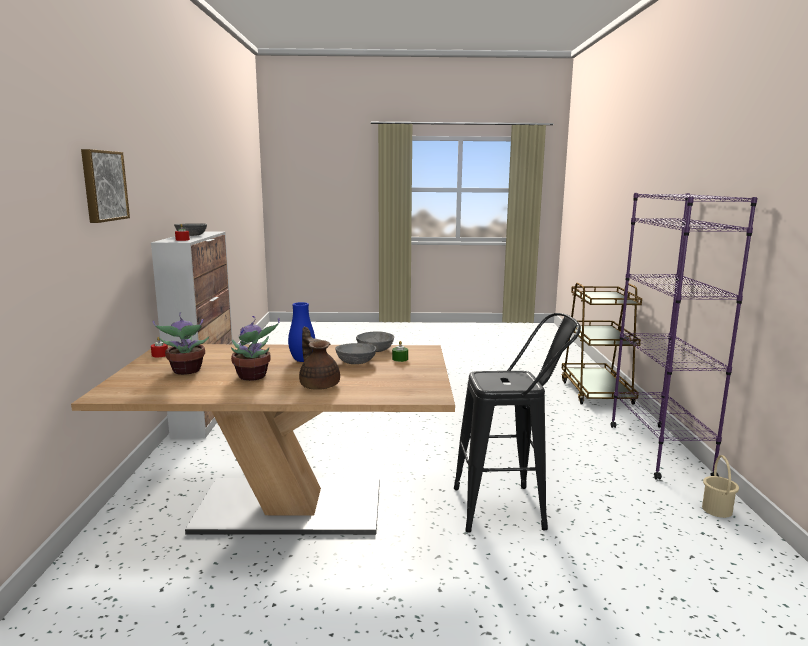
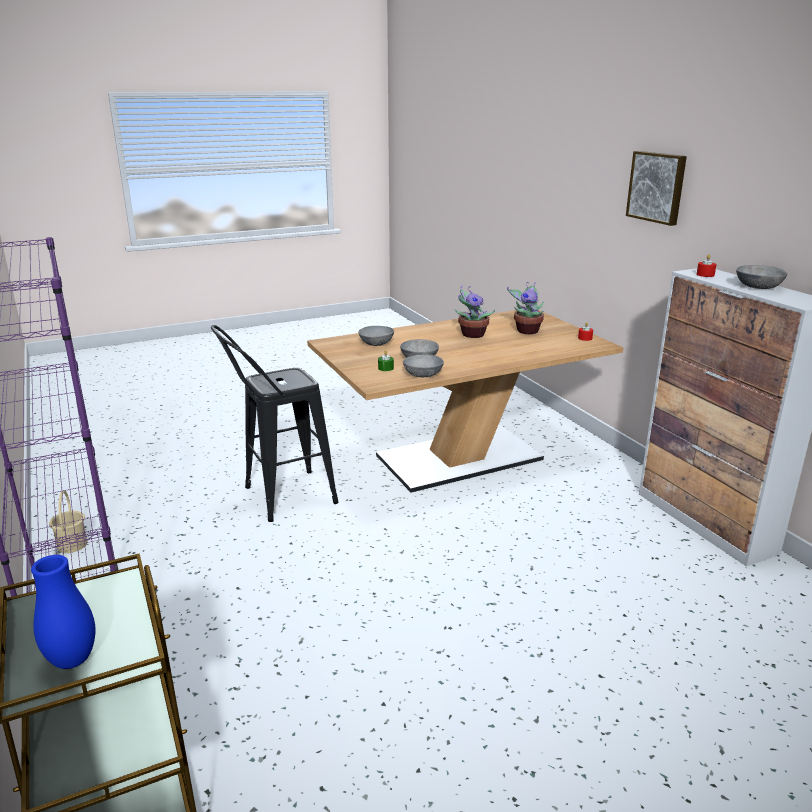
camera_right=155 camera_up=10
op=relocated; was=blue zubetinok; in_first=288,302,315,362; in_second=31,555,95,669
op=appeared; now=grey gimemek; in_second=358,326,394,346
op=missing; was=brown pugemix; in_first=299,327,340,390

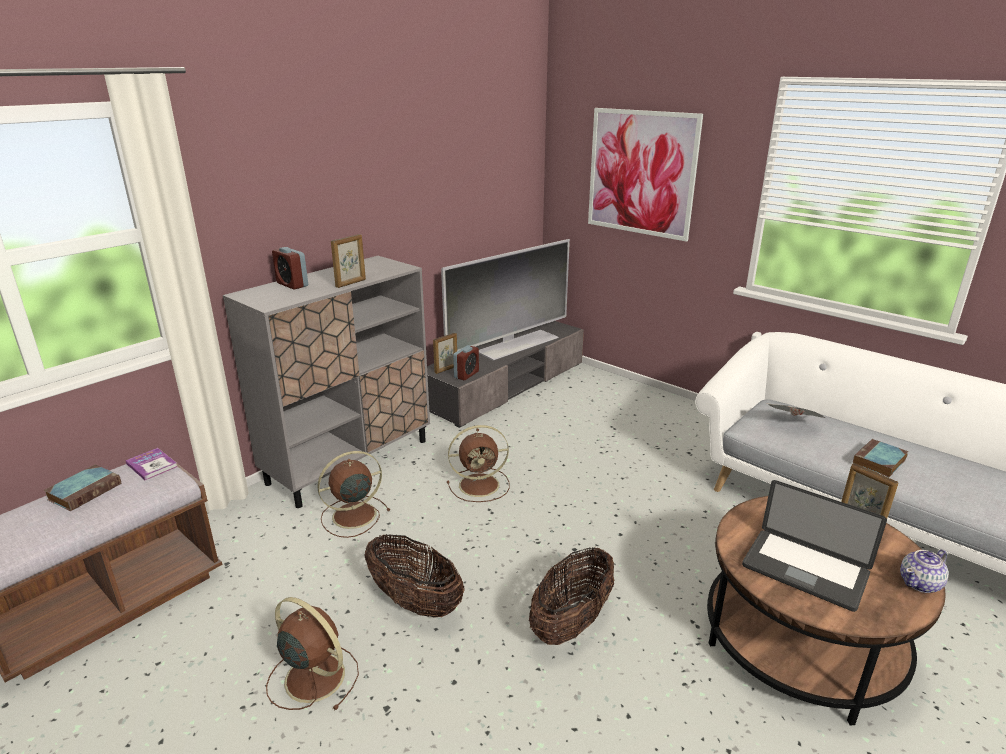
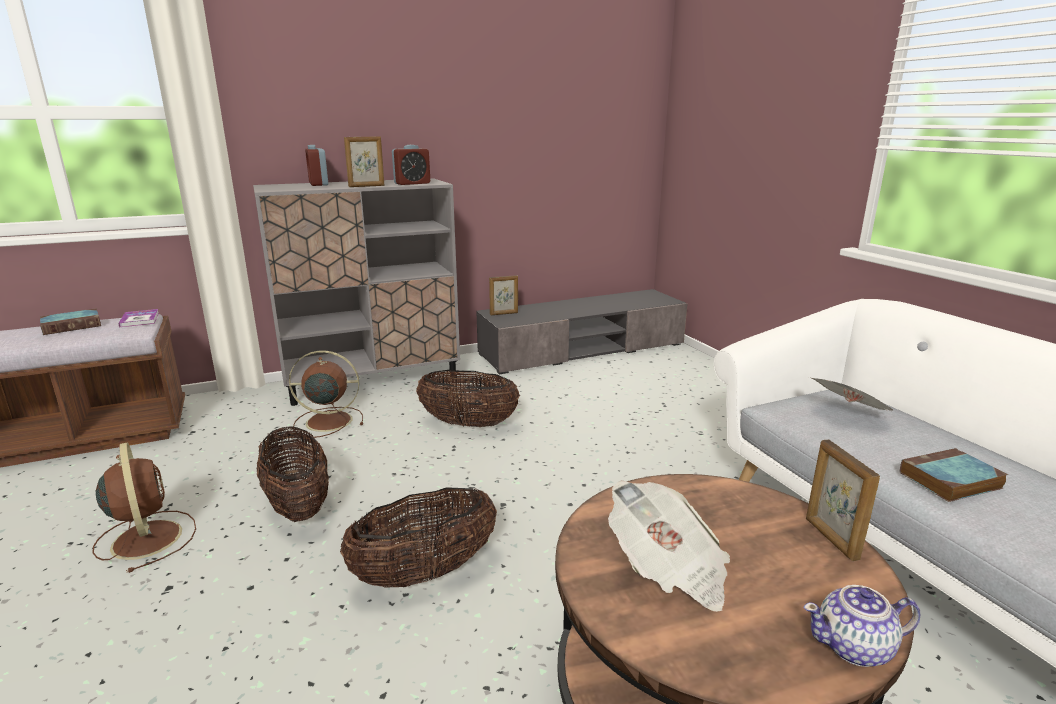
camera_right=25 camera_up=-5
op=relocated; was=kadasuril; in_first=453,345,479,380; in_second=392,145,430,185
op=exchanged; was=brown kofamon; now=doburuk; in_first=447,425,510,502; in_second=416,370,520,427
op=exchanged; was=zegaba; now=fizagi; in_first=742,480,887,612; in_second=608,480,730,612
op=missing; was=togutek; in_first=441,239,570,361
op=missing; was=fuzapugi; in_first=588,108,703,242

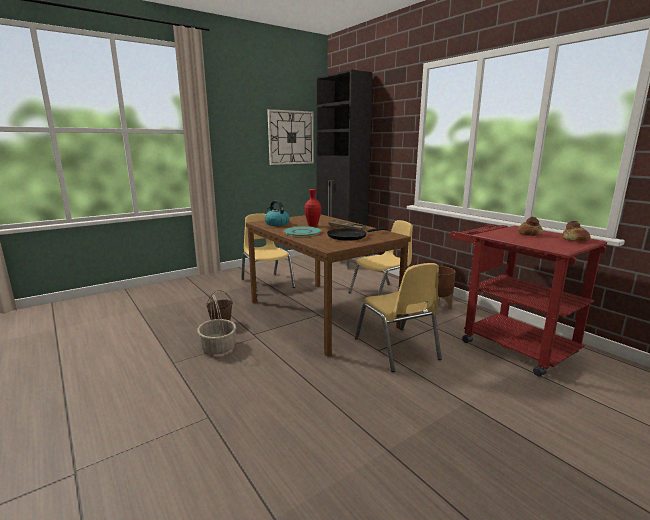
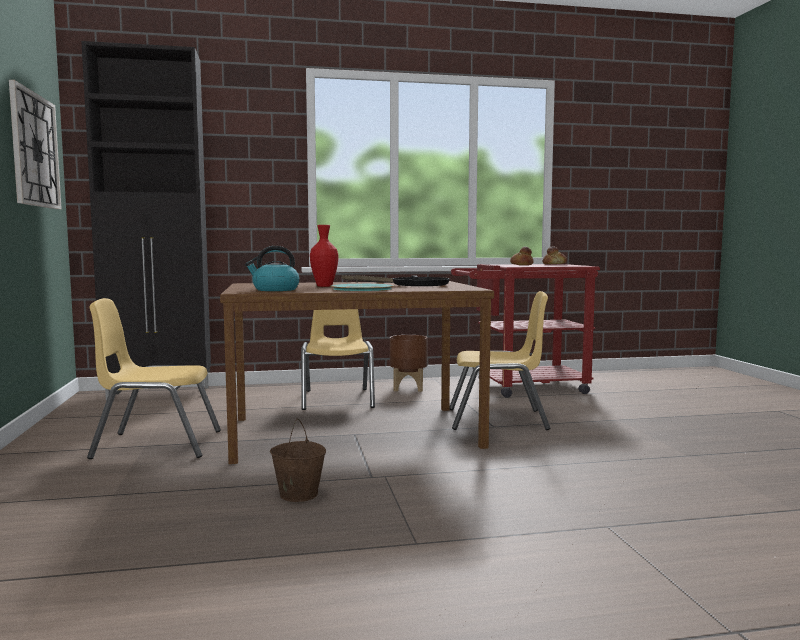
camera_right=-65 camera_up=-10
op=missing; was=doburuk; in_first=197,294,236,355

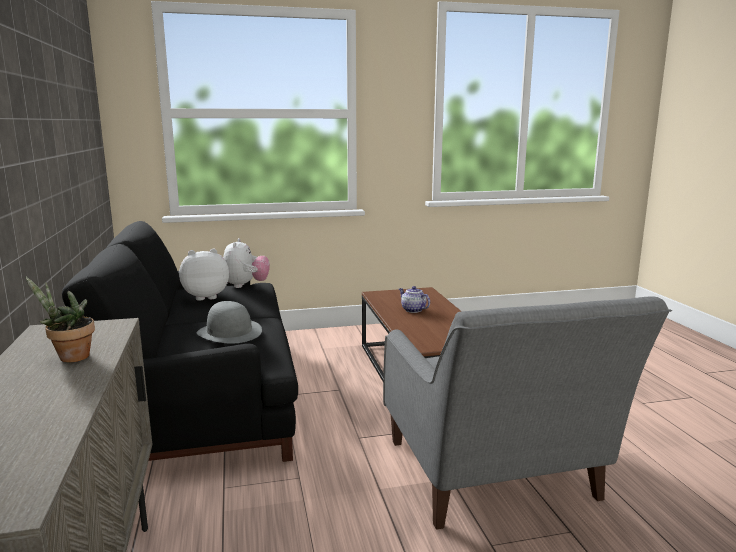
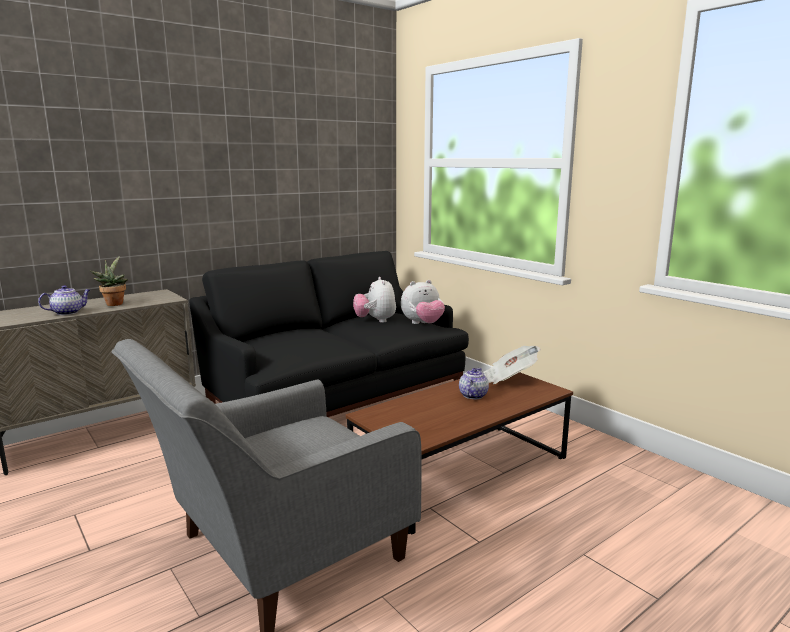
camera_right=65 camera_up=0
op=appeared; now=pugemix; in_second=38,285,91,315
op=spun; was=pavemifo; in_first=179,249,229,301; in_second=353,277,396,323; clockwise=-150
op=appeared; now=fizagi; in_second=483,346,541,384
op=missing; was=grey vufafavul; in_first=197,301,262,343

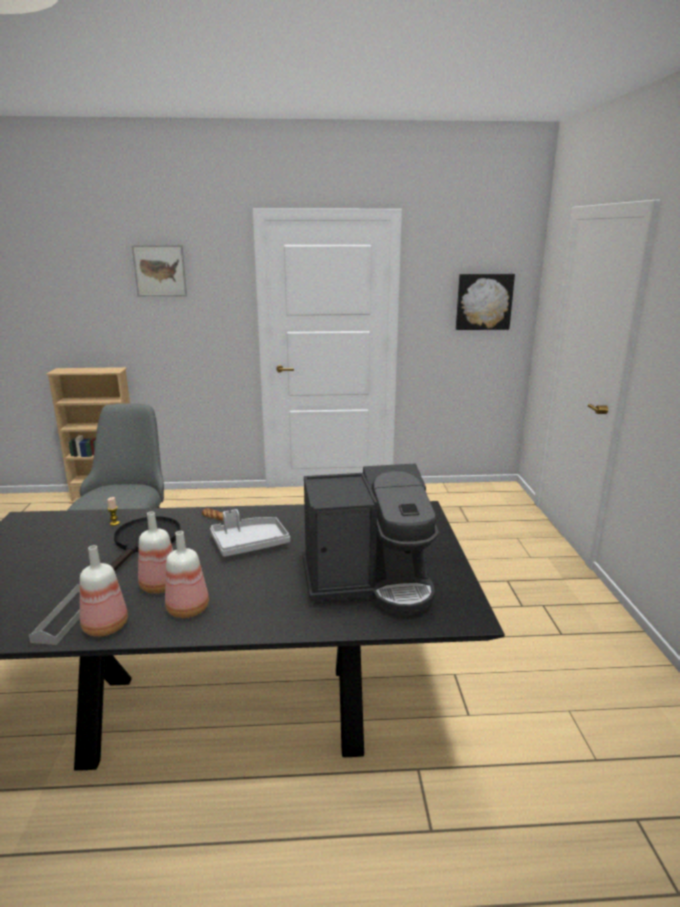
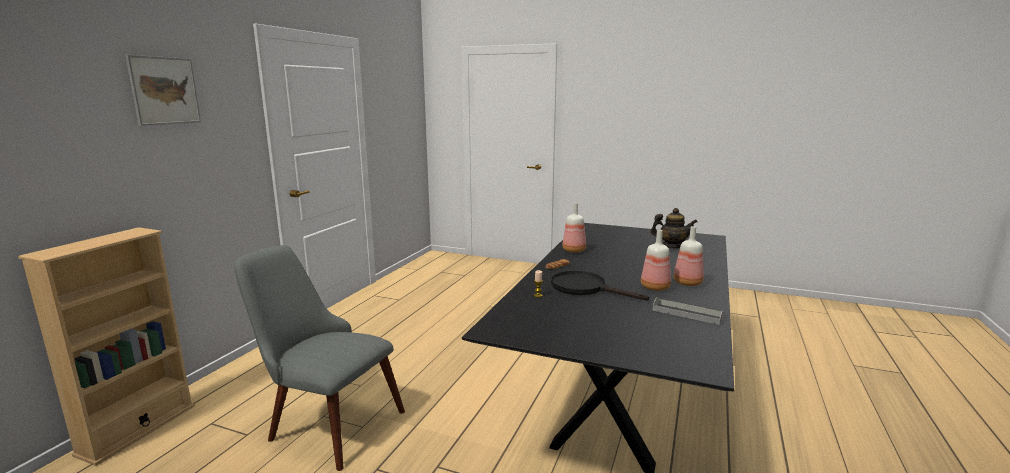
camera_right=-65 camera_up=-5
op=relocated; was=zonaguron; in_first=80,545,128,637; in_second=562,203,586,253
op=exchanged; was=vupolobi; now=pugemix; in_first=302,464,439,616; in_second=651,208,698,248
op=missing; was=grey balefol; in_first=210,509,290,557
op=missing; was=fuzapugi; in_first=456,274,515,330

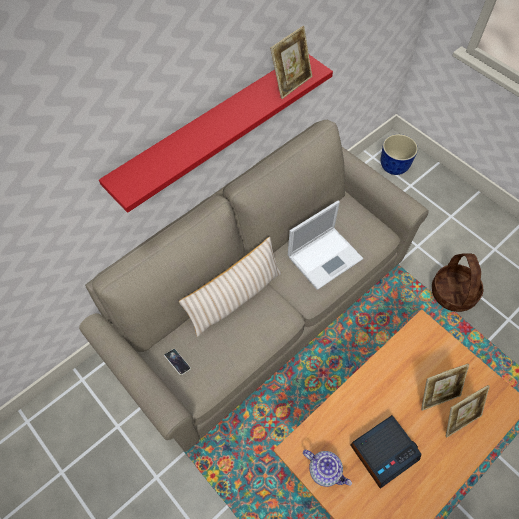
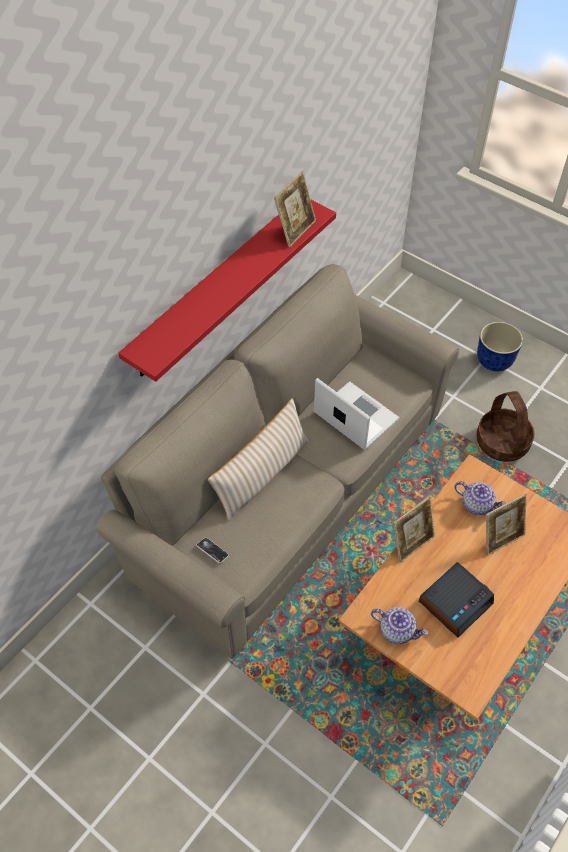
camera_right=-10 camera_up=-5
op=spun; was=zegaba; in_first=288,201,364,290; in_second=314,378,400,450; clockwise=-90
op=relocated; was=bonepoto; in_first=446,385,490,437; in_second=393,496,435,563
op=appeared; now=pugemix; in_second=454,481,506,515
op=relocated; was=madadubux; in_first=381,134,418,175; in_second=477,322,523,371

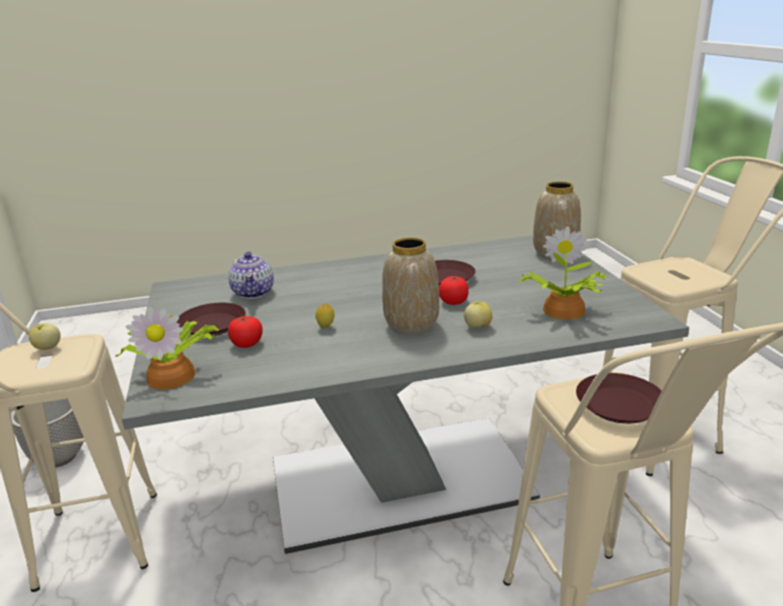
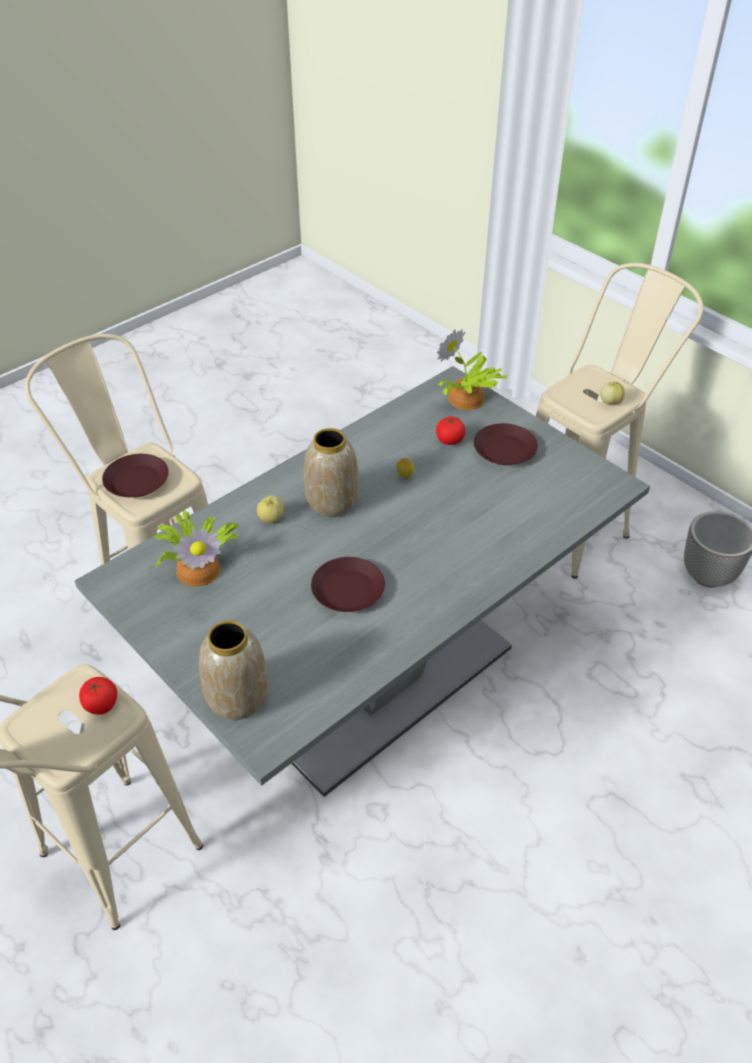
camera_right=150 camera_up=20
op=relocated; was=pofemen; in_first=439,276,469,305; in_second=79,677,117,715
op=missing; was=pugemix; in_first=228,251,274,299

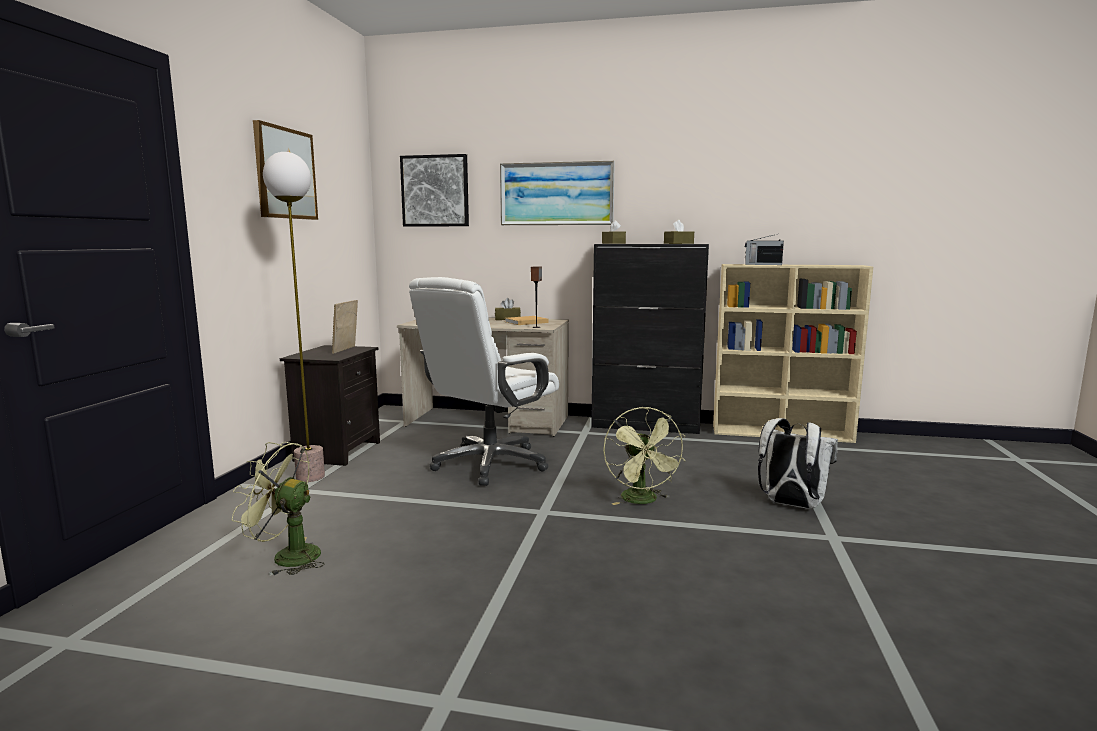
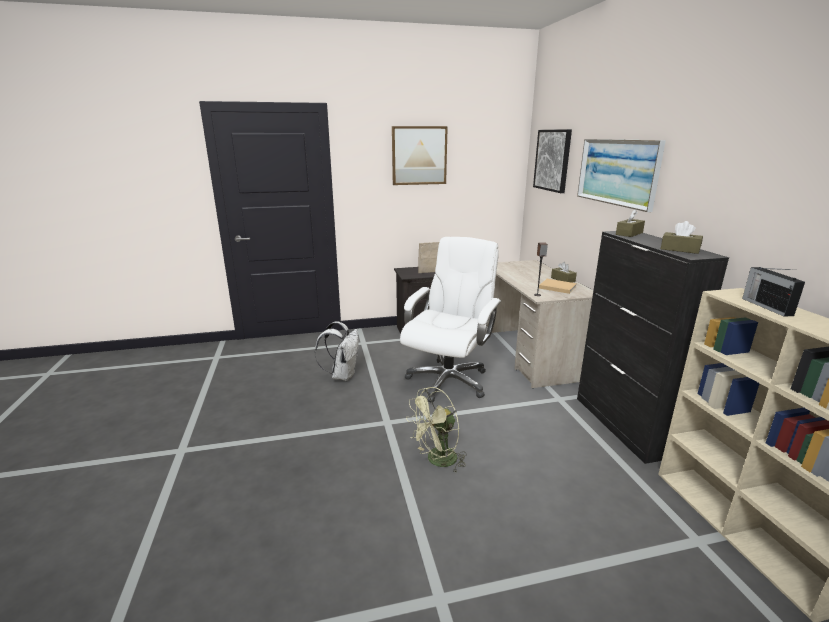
camera_right=65 camera_up=10
op=relocated; was=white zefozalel; in_first=758,418,838,509; in_second=315,321,359,381
op=spun; was=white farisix; in_first=409,277,559,486; in_second=400,237,501,402; clockwise=105
op=missing; was=green kofamon; in_first=232,442,325,576
op=missing; was=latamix; in_first=263,152,325,482

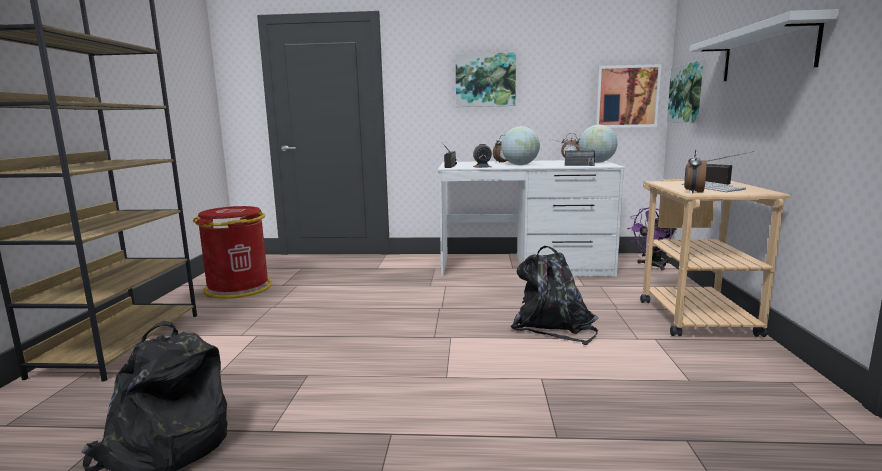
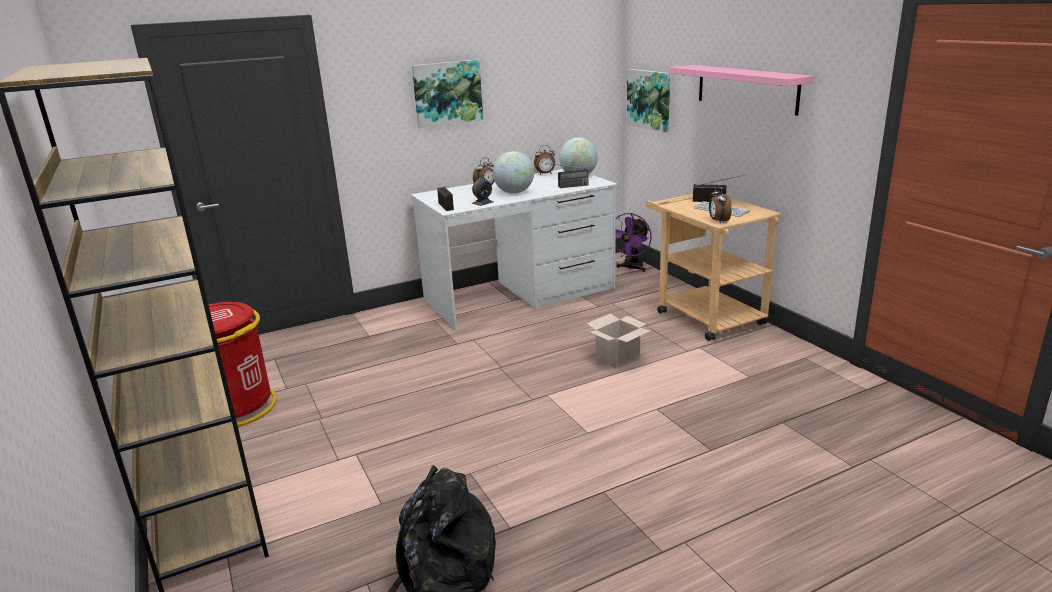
camera_right=-30 camera_up=10
op=exchanged; was=black zefozalel; now=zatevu; in_first=511,246,598,345; in_second=586,314,650,368
op=colour; was=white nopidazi; now=pink nopidazi; in_first=690,9,839,81; in_second=670,65,814,116
op=missing; was=fuzapugi; in_first=595,64,662,128

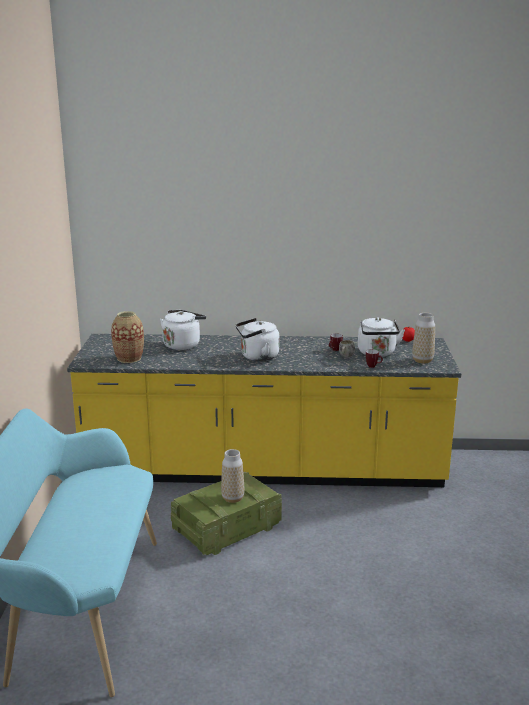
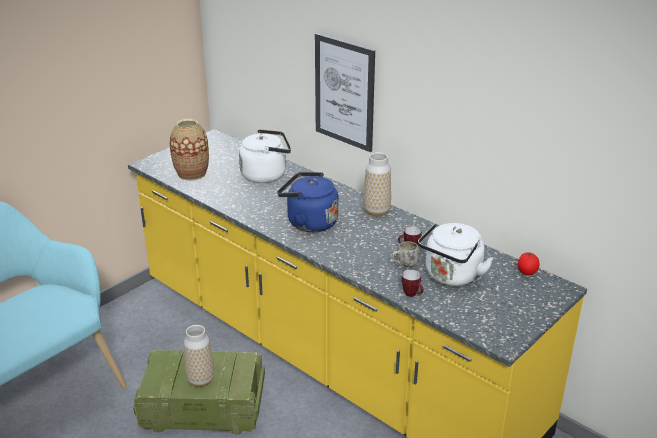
camera_right=40 camera_up=10
op=colour; was=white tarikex; now=blue tarikex; in_first=236,318,279,361; in_second=277,172,339,232
op=appeared; now=fuzapugi; in_second=315,33,375,152
op=relocated; was=zubetinok; in_first=412,313,435,364; in_second=363,152,391,216

